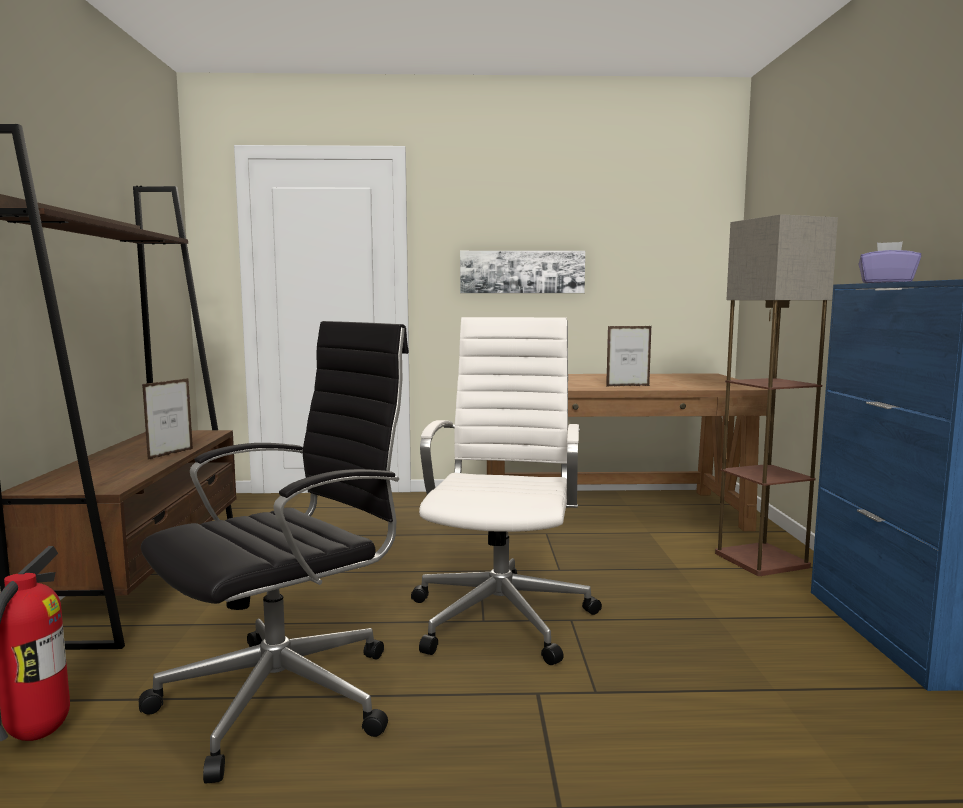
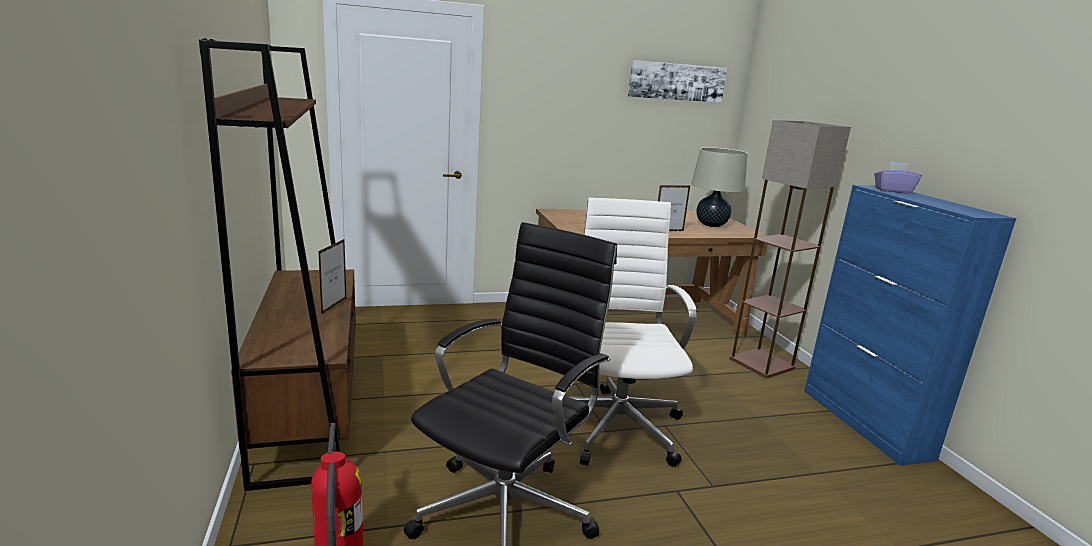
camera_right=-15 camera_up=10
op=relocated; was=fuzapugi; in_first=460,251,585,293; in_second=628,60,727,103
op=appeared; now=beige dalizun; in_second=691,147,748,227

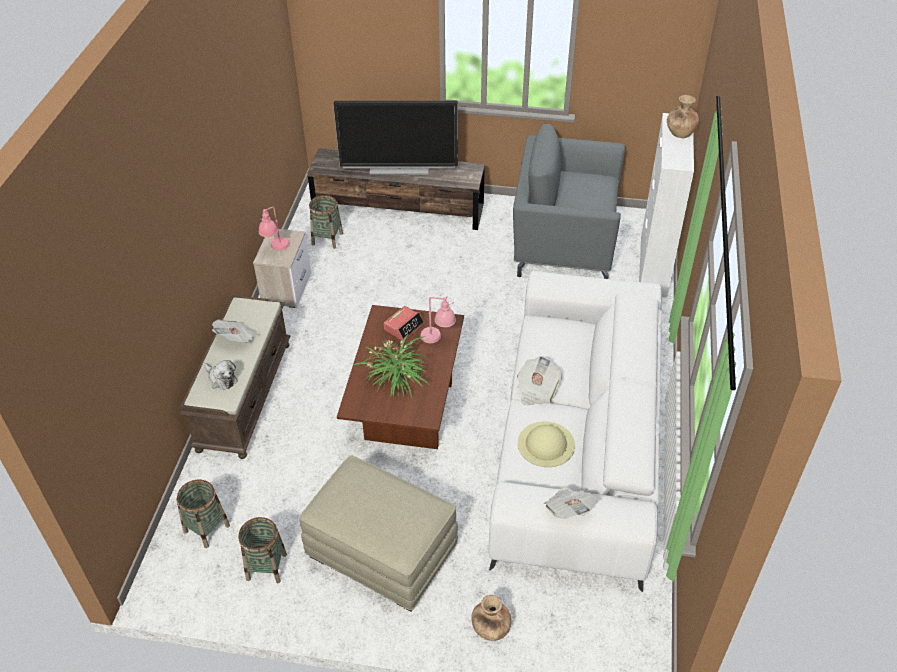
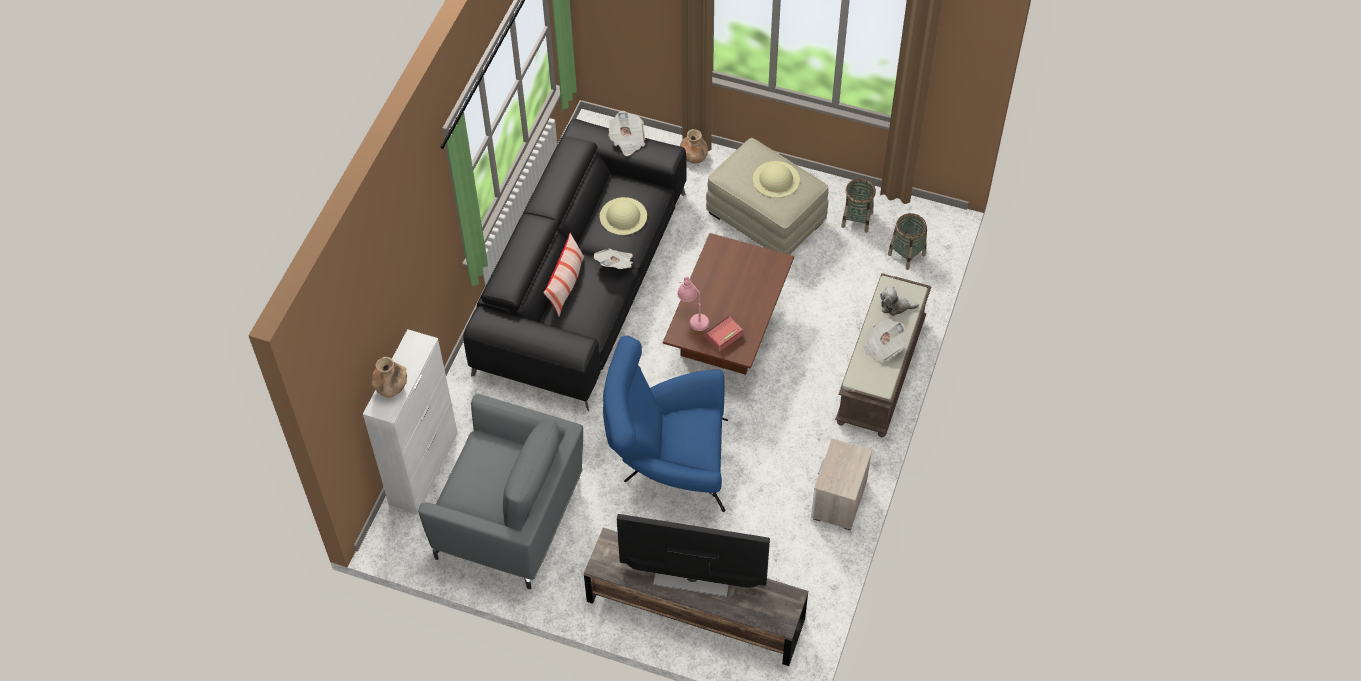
camera_right=-170 camera_up=10
op=colour; was=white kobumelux; now=black kobumelux; in_first=488,271,662,592; in_second=463,119,687,411
op=appeared; now=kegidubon; in_second=543,233,585,317
op=appeared; now=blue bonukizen; in_second=603,336,728,512
op=appeared; now=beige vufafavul; in_second=753,161,800,198
op=spun; was=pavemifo; in_first=204,360,238,390; in_second=880,286,919,316; clockwise=-45
op=missing; was=pink dalizun; in_first=259,207,290,251
op=missing; was=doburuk; in_first=309,195,343,249
op=missing; was=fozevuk; in_first=352,333,429,398

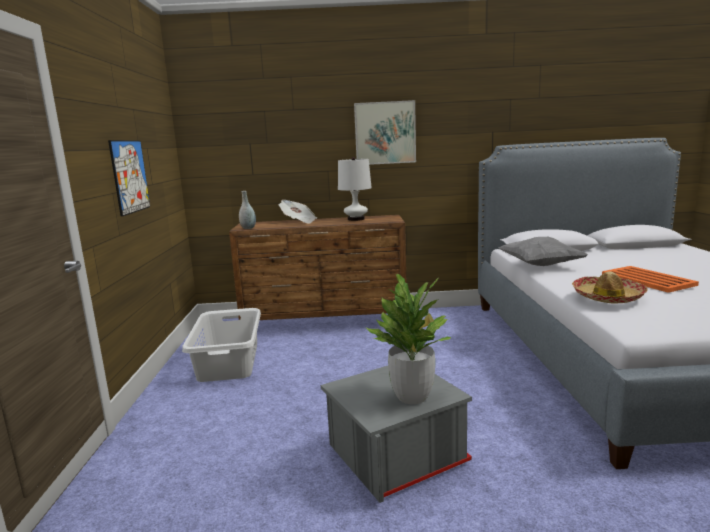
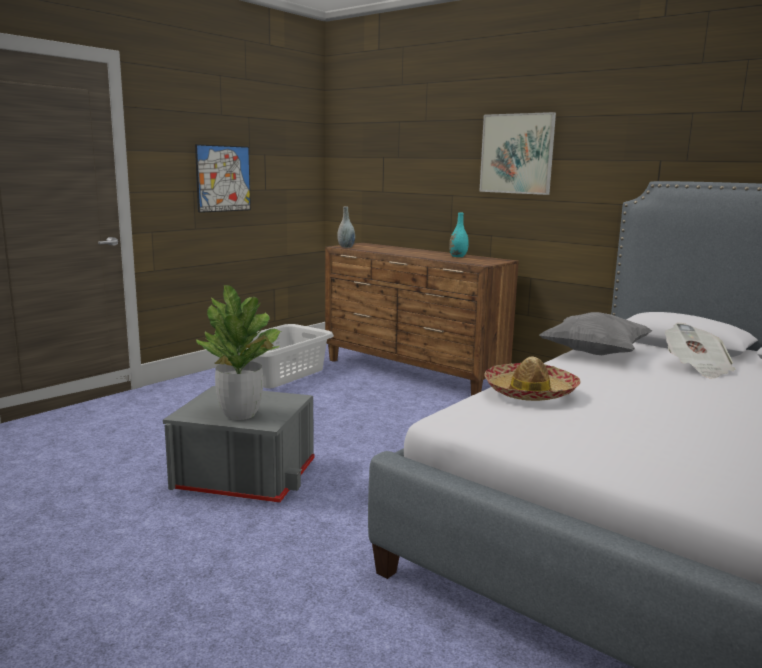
camera_right=40 camera_up=0
op=exchanged; was=white dalizun; now=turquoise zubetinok; in_first=338,157,372,221; in_second=449,213,469,257
op=relocated; was=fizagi; in_first=278,200,317,224; in_second=665,323,736,379
op=missing; was=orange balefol; in_first=602,266,699,293

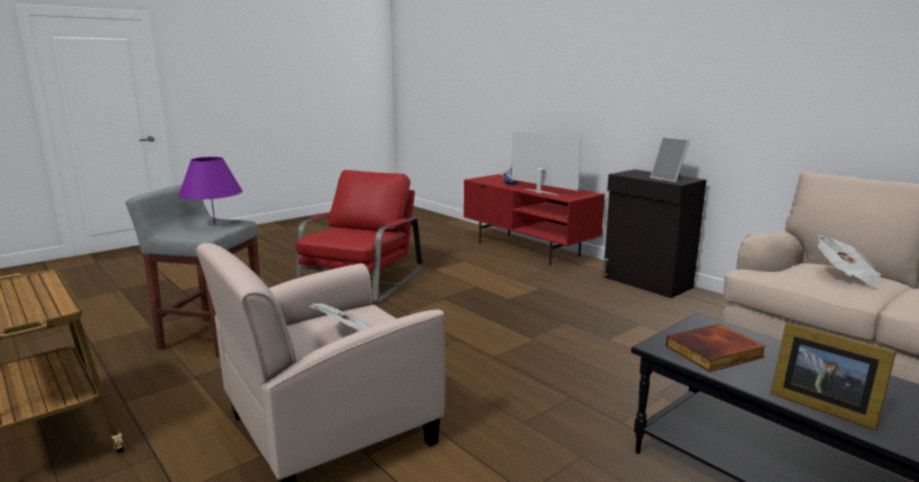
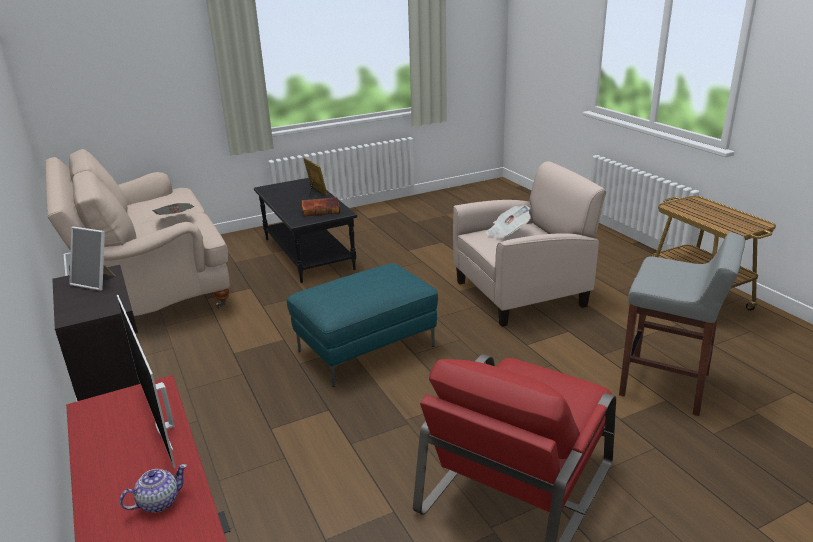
camera_right=-165 camera_up=10
op=spun; was=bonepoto; in_first=650,137,690,183; in_second=69,227,116,291; clockwise=135
op=appeared; now=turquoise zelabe; in_second=287,263,438,387
op=missing; was=purple dalizun; in_first=178,157,243,225

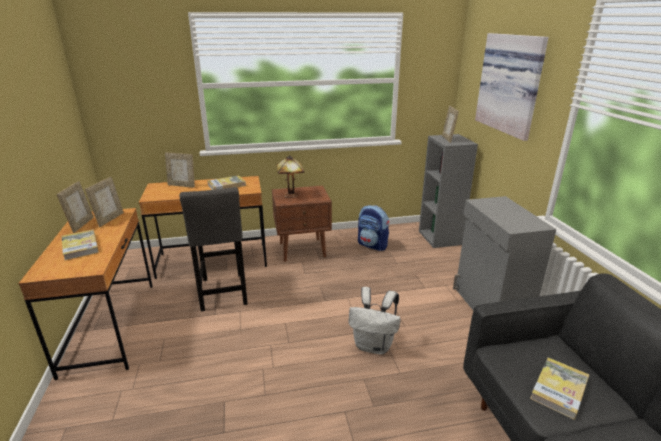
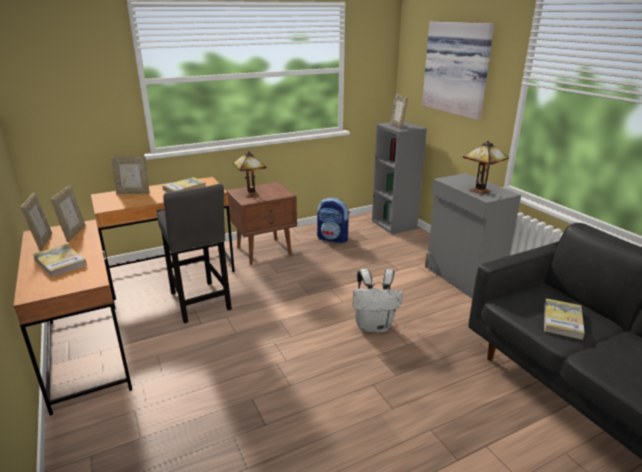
camera_right=-15 camera_up=0
op=appeared; now=dalizun; in_second=463,141,509,195

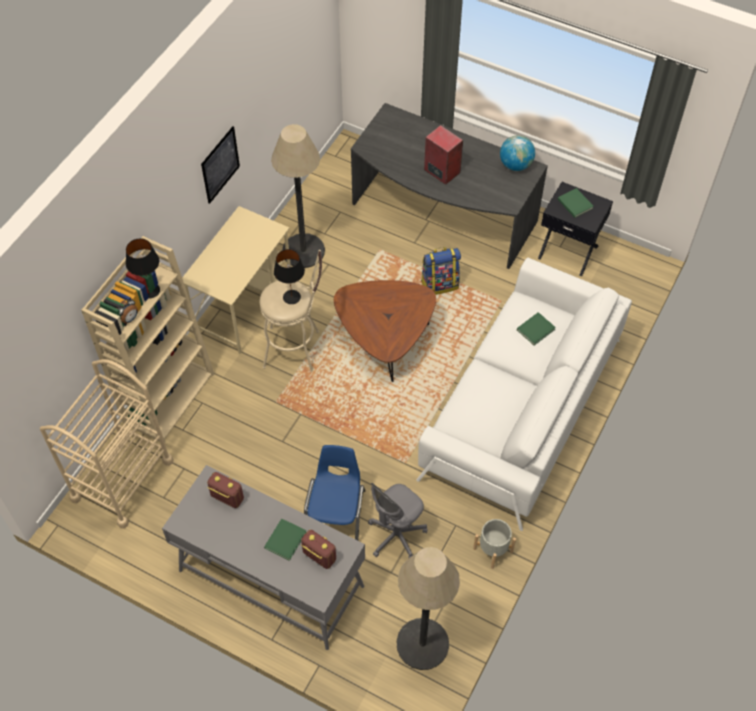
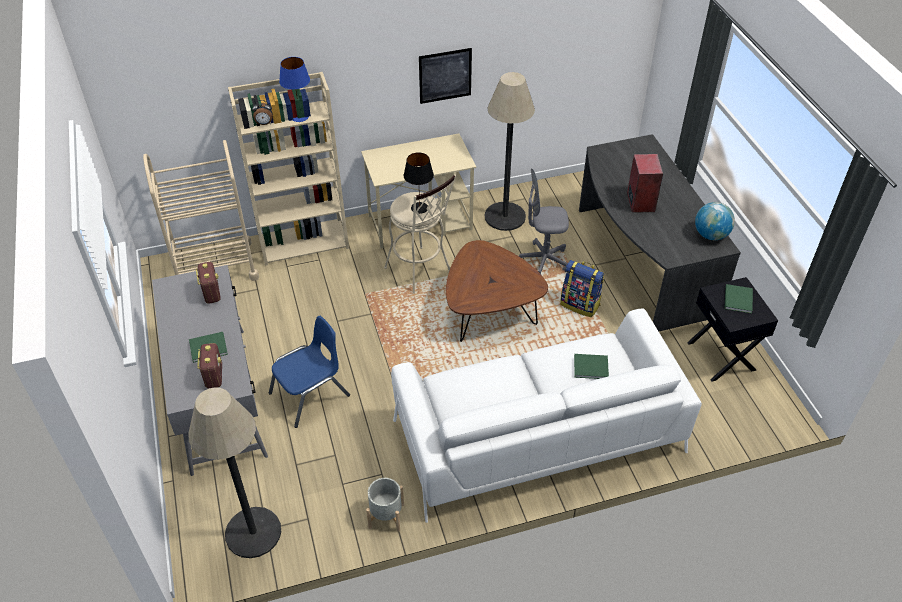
camera_right=45 camera_up=-10
op=colour; was=black dalizun; now=blue dalizun; in_first=126,238,160,298; in_second=279,57,310,122
op=relocated; was=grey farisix; in_first=368,483,427,558; in_second=519,169,569,274

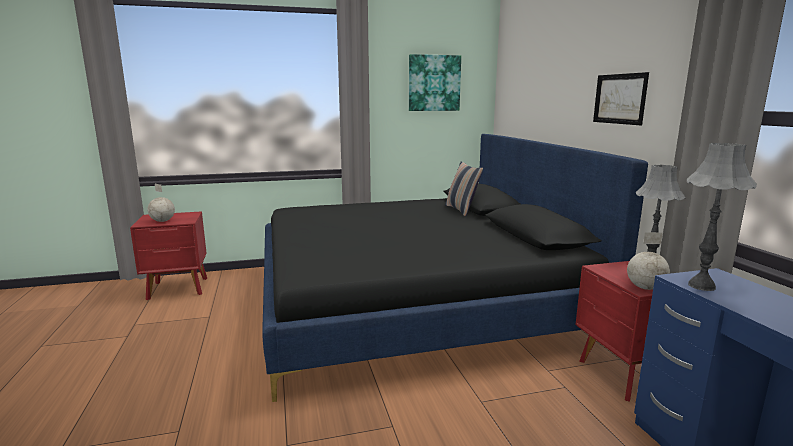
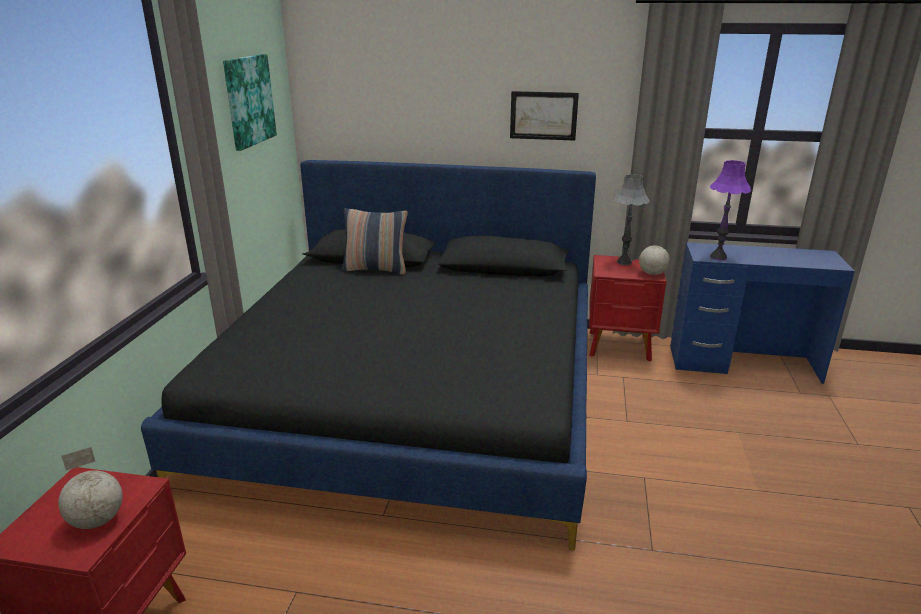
camera_right=-65 camera_up=10
op=colour; was=grey dalizun; now=purple dalizun; in_first=687,143,757,291; in_second=710,160,751,260

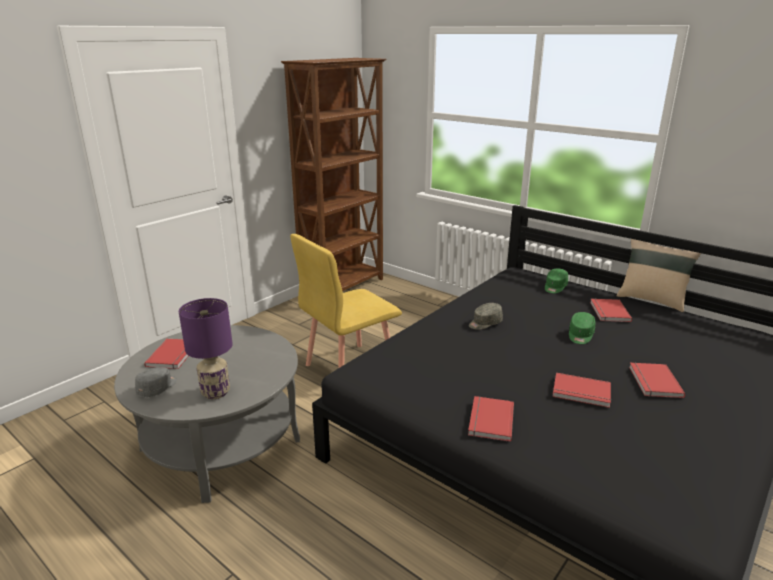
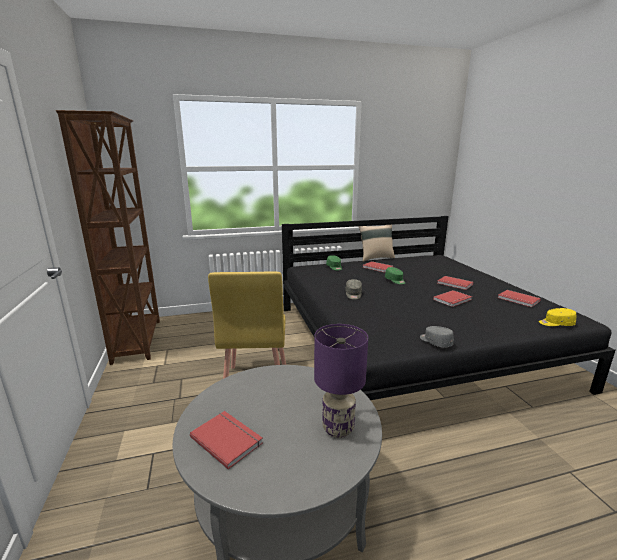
camera_right=-55 camera_up=-5
op=relocated; was=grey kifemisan; in_first=135,367,177,397; in_second=420,326,454,347
op=relocated; was=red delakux; in_first=468,396,514,442; in_second=498,290,541,307
op=appeared; now=yellow kifemisan; in_second=539,308,576,326

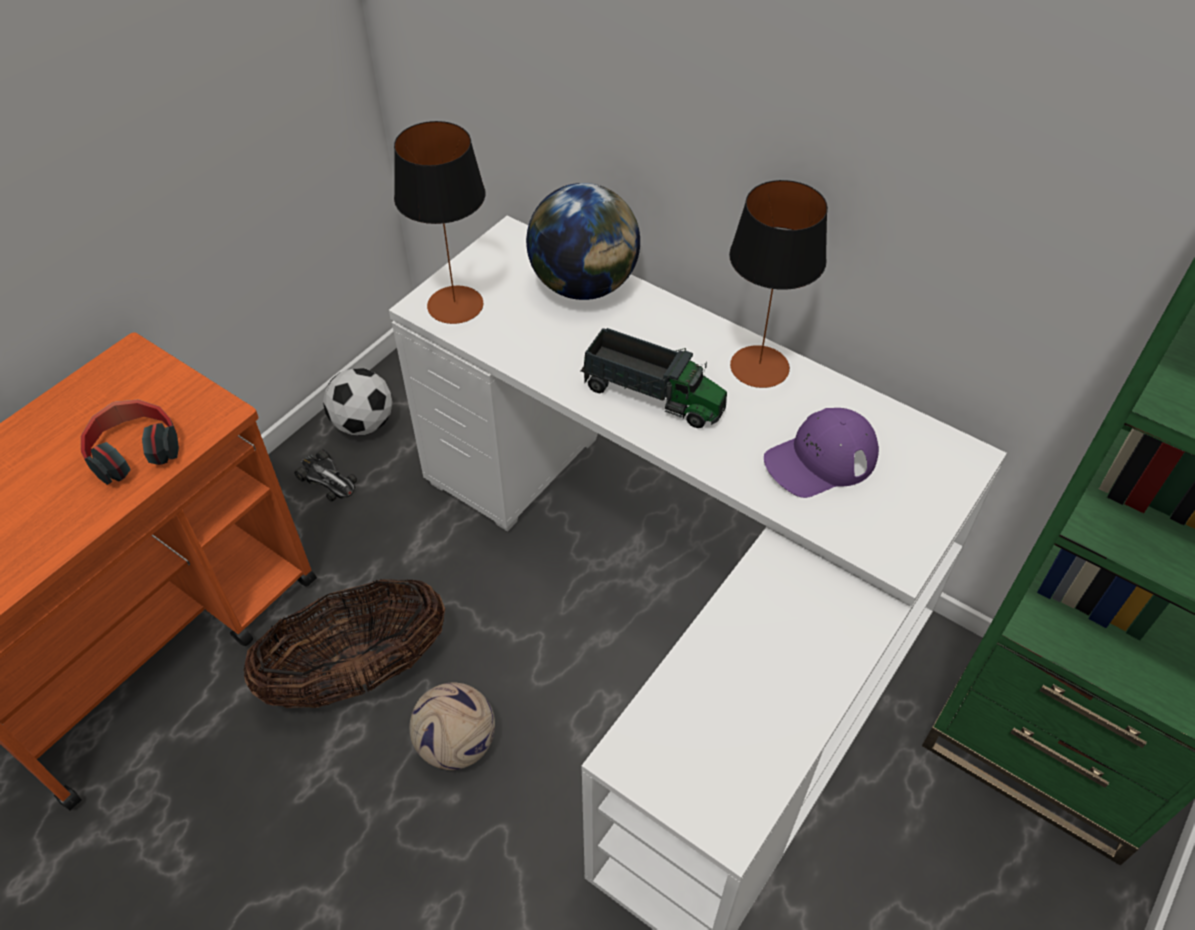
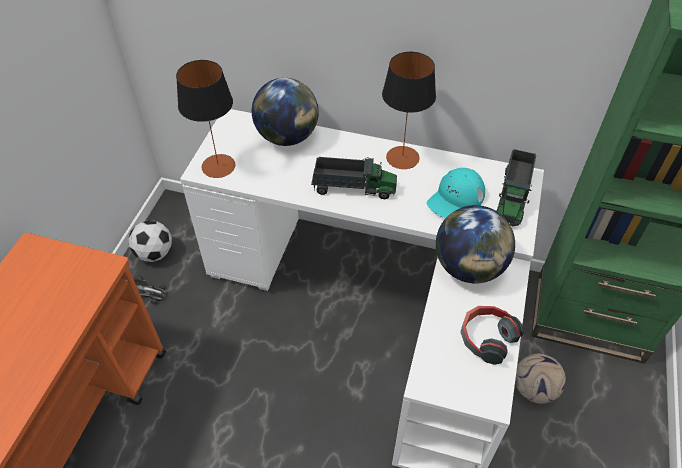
camera_right=-20 camera_up=0
op=colour; was=purple kifemisan; now=turquoise kifemisan; in_first=764,408,879,498; in_second=427,168,485,219
op=appeared; now=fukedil; in_second=436,205,515,284
op=relocated; was=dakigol; in_first=81,400,179,485; in_second=460,306,524,365
op=appeared; now=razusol; in_second=496,149,536,226
op=relocated; was=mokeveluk; in_first=409,682,495,770; in_second=515,354,566,404
op=missing; was=doburuk; in_first=244,579,445,708

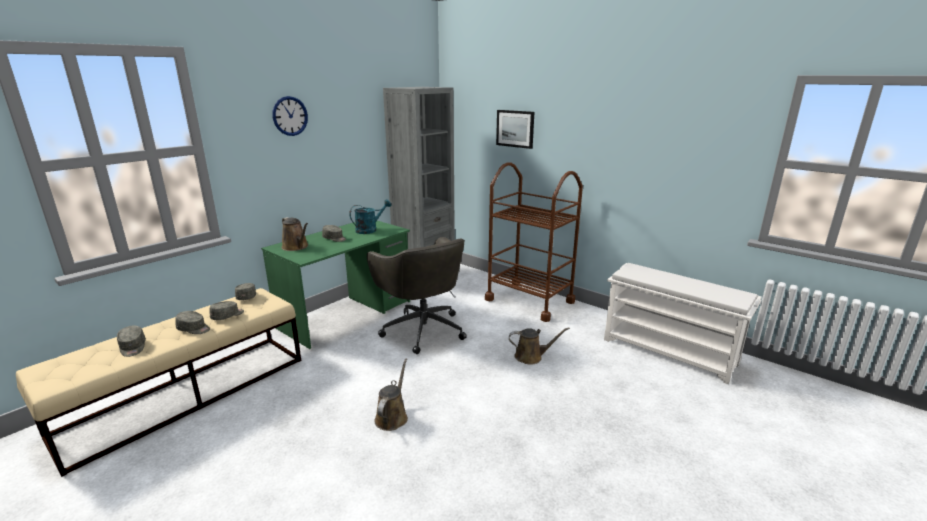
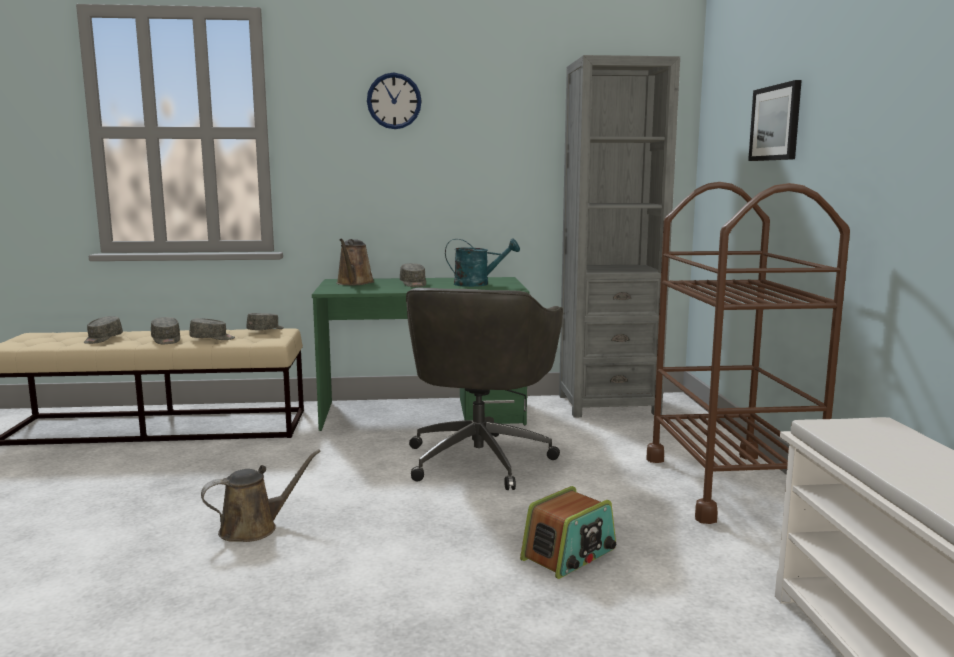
camera_right=45 camera_up=-10
op=exchanged; was=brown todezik; now=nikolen; in_first=509,327,570,365; in_second=520,486,616,579

